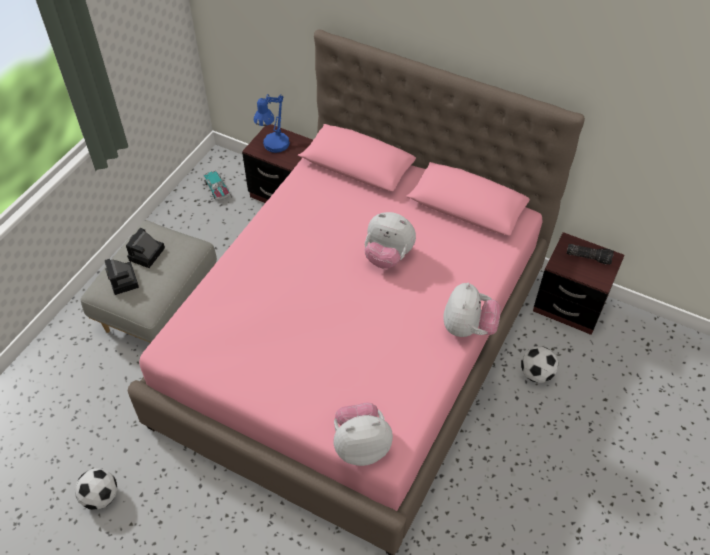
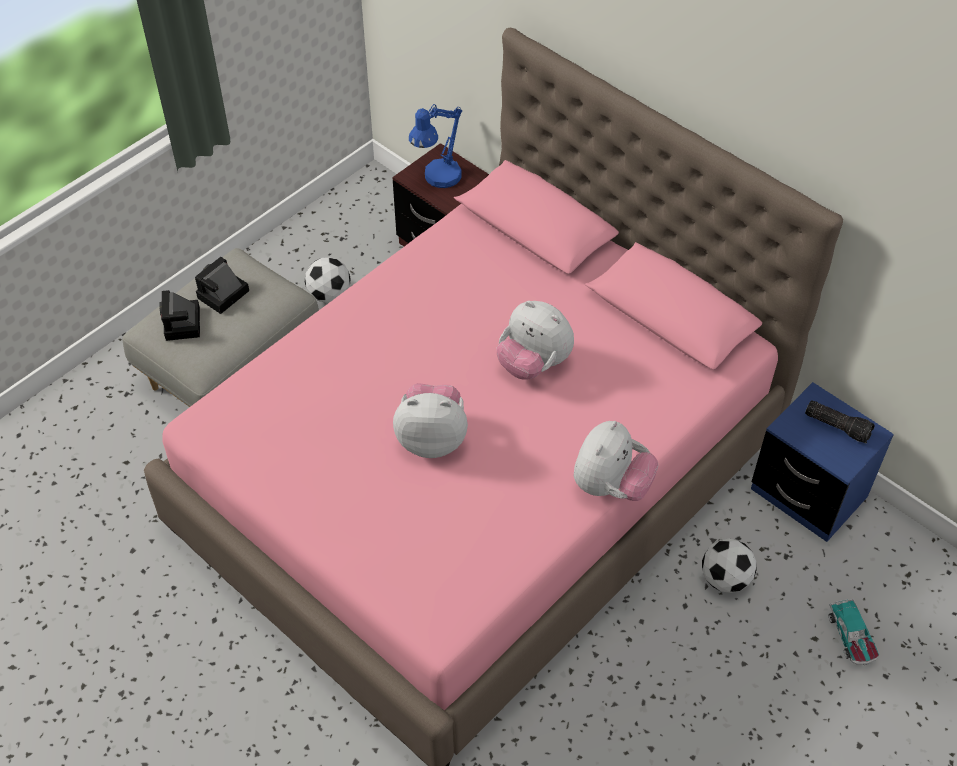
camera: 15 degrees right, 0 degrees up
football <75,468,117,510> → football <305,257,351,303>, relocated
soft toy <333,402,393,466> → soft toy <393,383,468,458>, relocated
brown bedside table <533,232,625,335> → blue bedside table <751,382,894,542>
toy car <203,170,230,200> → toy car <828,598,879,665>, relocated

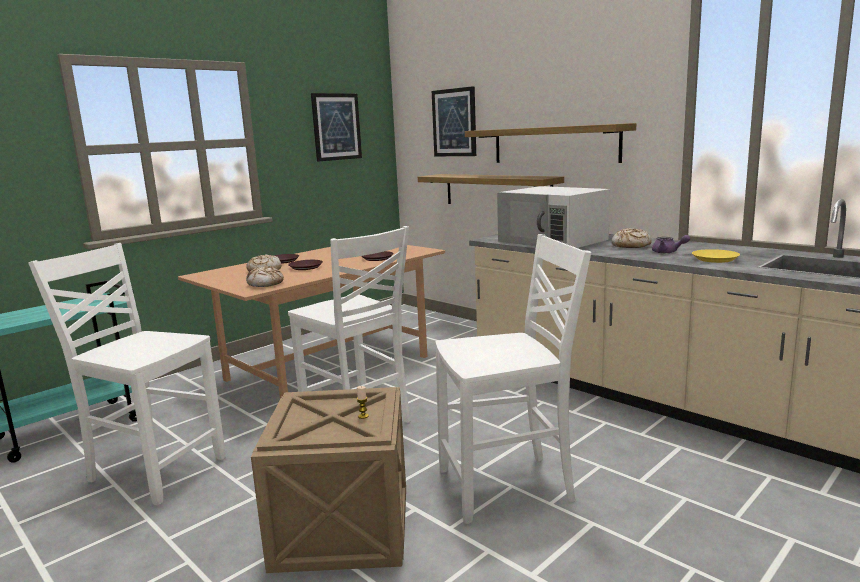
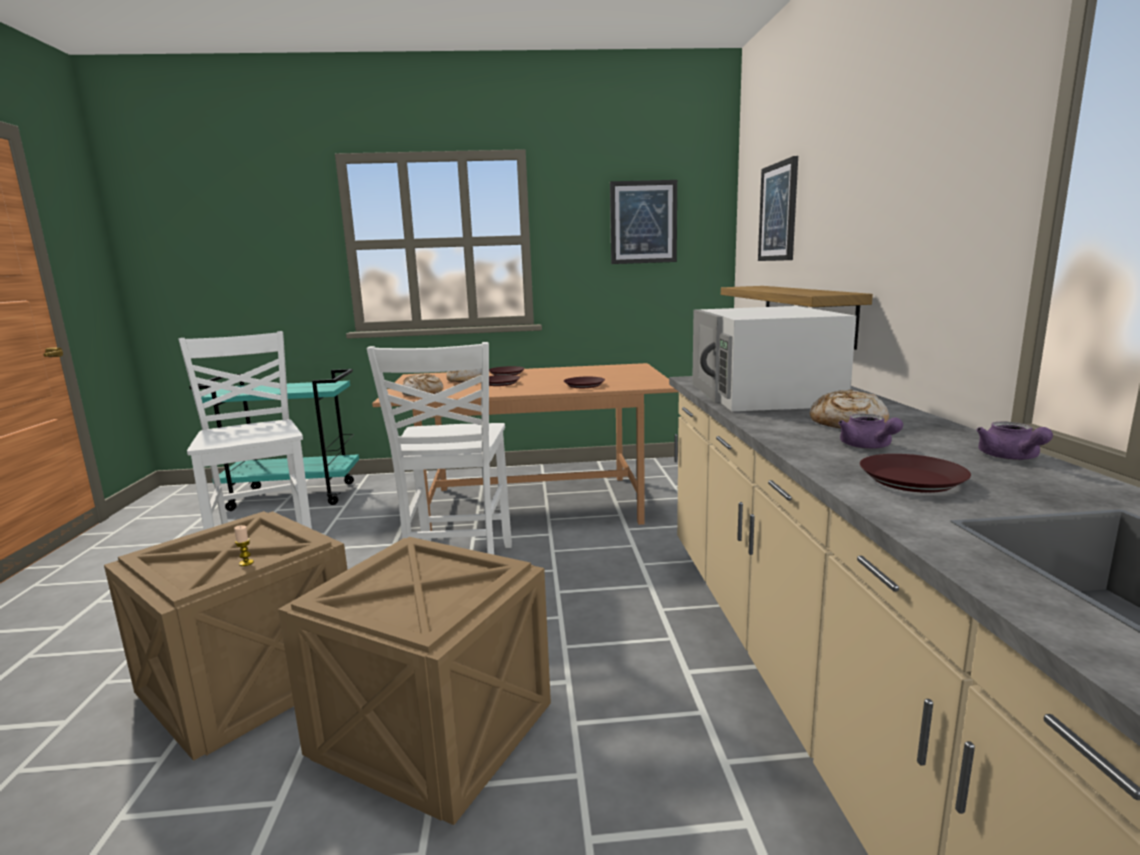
camera: 40 degrees right, 0 degrees up
white-coloured chair <435,234,591,524> → packing crate <278,537,551,825>
yellow flat dish <692,249,740,263> → brown flat dish <860,454,971,493>
- → purple-coloured teapot <976,421,1053,460>
bracket shelf <465,123,636,163> → -

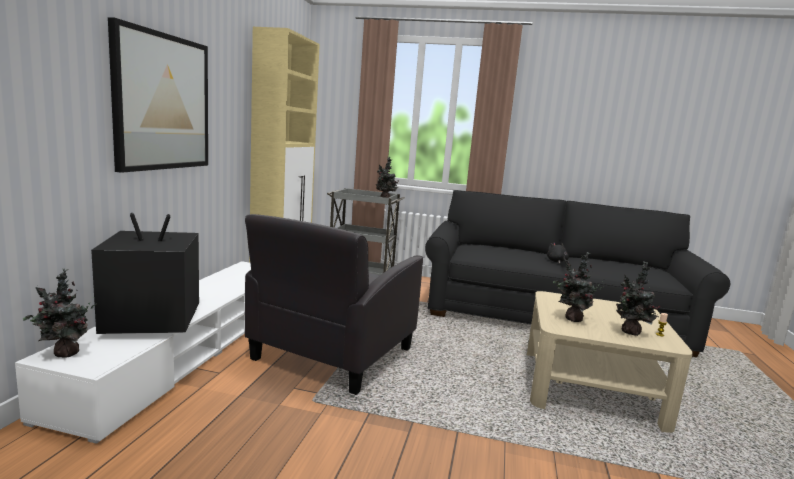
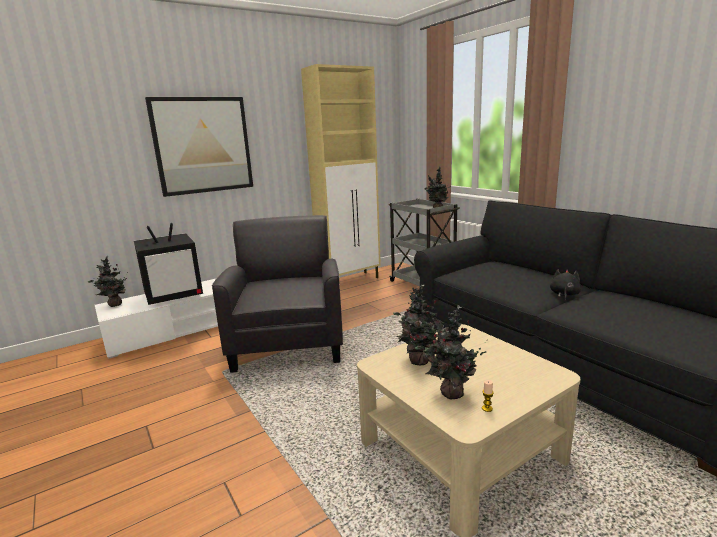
camera: 45 degrees right, 5 degrees up
TV <91,213,199,334> → TV <134,223,203,305>, 120 degrees clockwise
black easy chair <245,214,423,395> → black easy chair <212,215,343,373>, 105 degrees clockwise

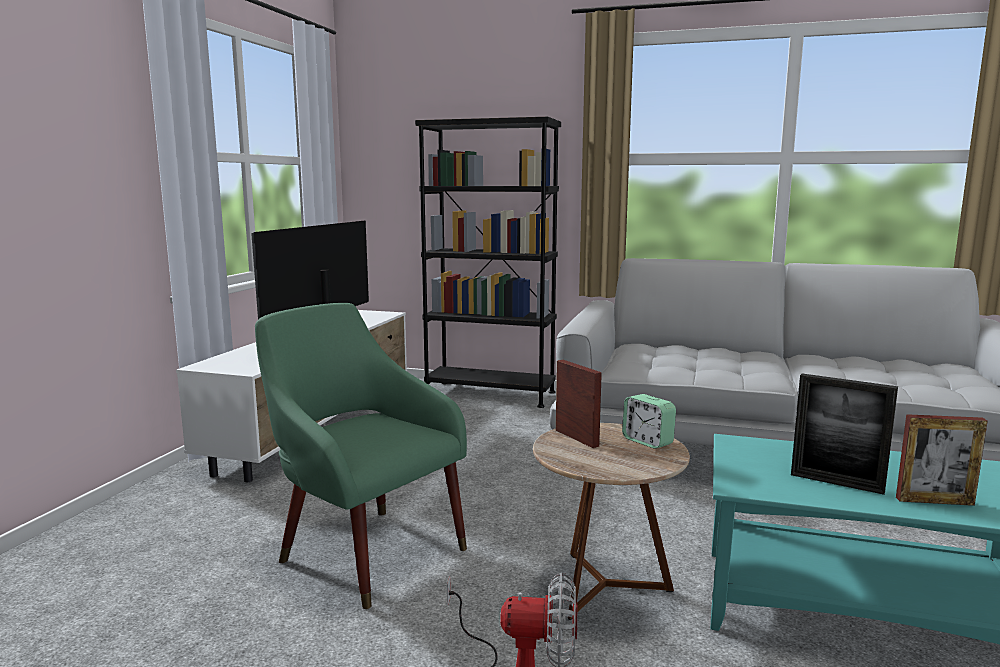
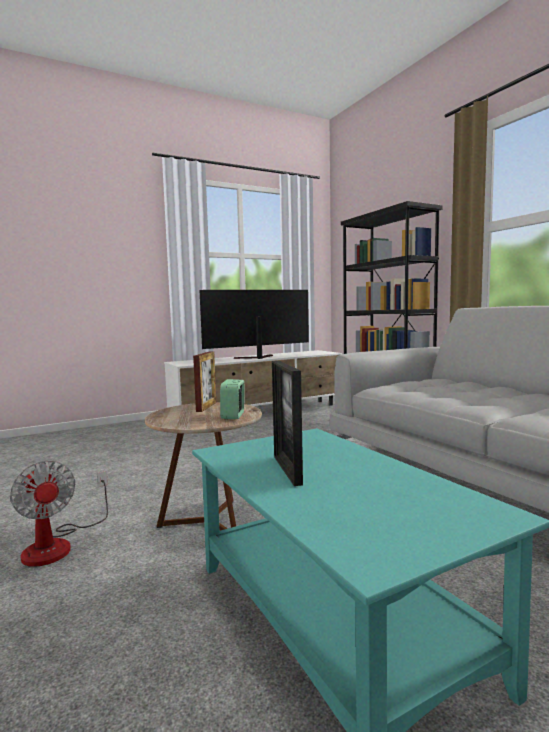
camera: 45 degrees right, 5 degrees down
greenish easy chair <255,303,467,609> → -
standing frame <896,414,988,506> → -

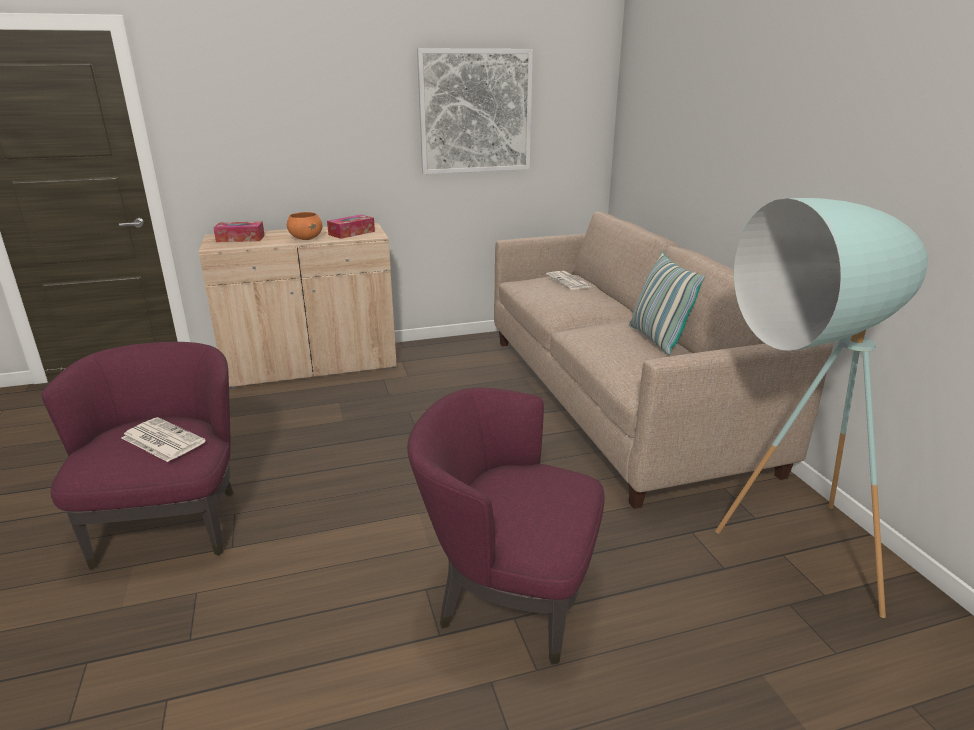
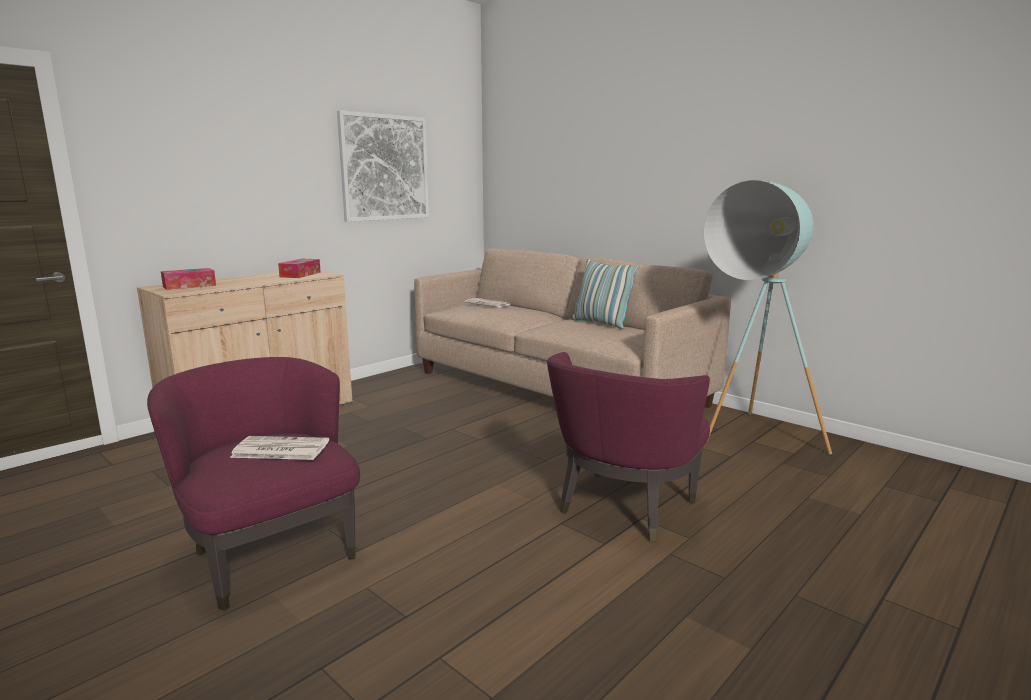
camera: 30 degrees left, 10 degrees down
purple-coloured easy chair <407,388,604,665> → purple-coloured easy chair <547,352,710,541>, 45 degrees counterclockwise
orange deep dish <287,212,322,240> → -

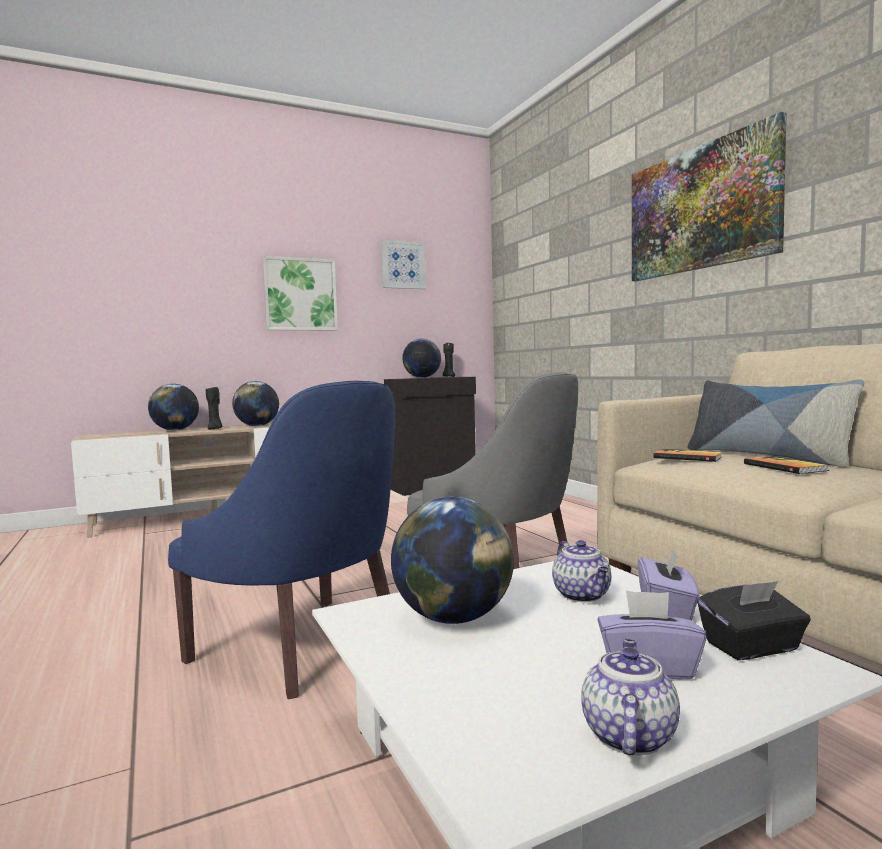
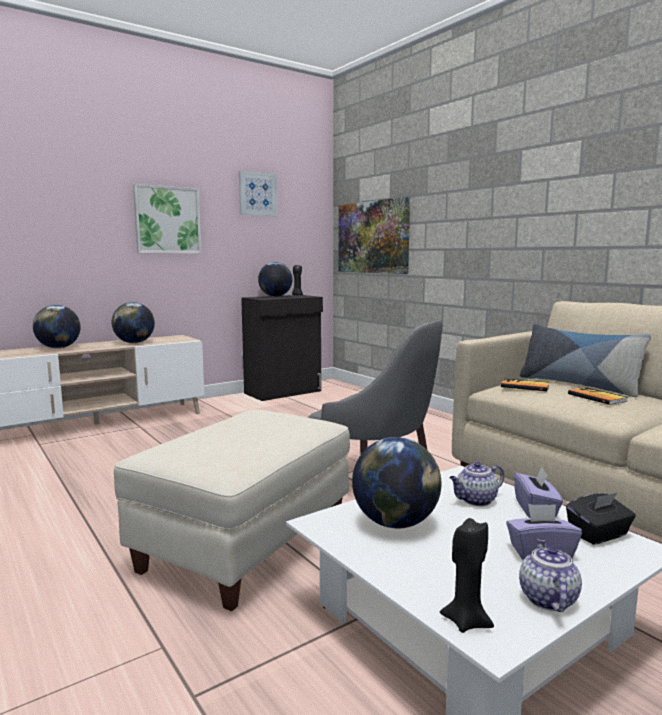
camera: 10 degrees left, 5 degrees up
blue easy chair <168,381,395,699> → sand-coloured ottoman <114,409,350,611>
wall art <632,112,787,281> → wall art <338,197,410,274>, relocated
black candle <206,387,222,430> → black candle <440,518,494,633>, relocated
teapot <552,540,611,602> → teapot <449,462,504,506>, 90 degrees clockwise

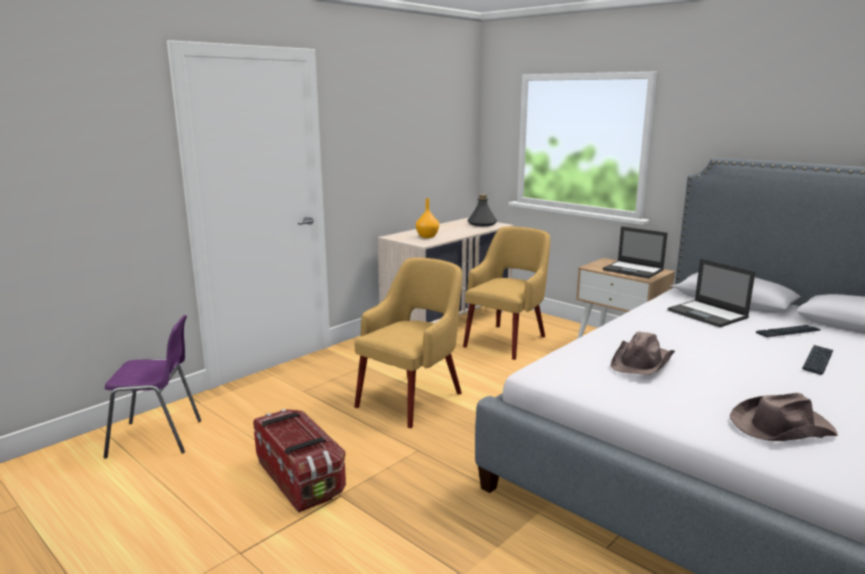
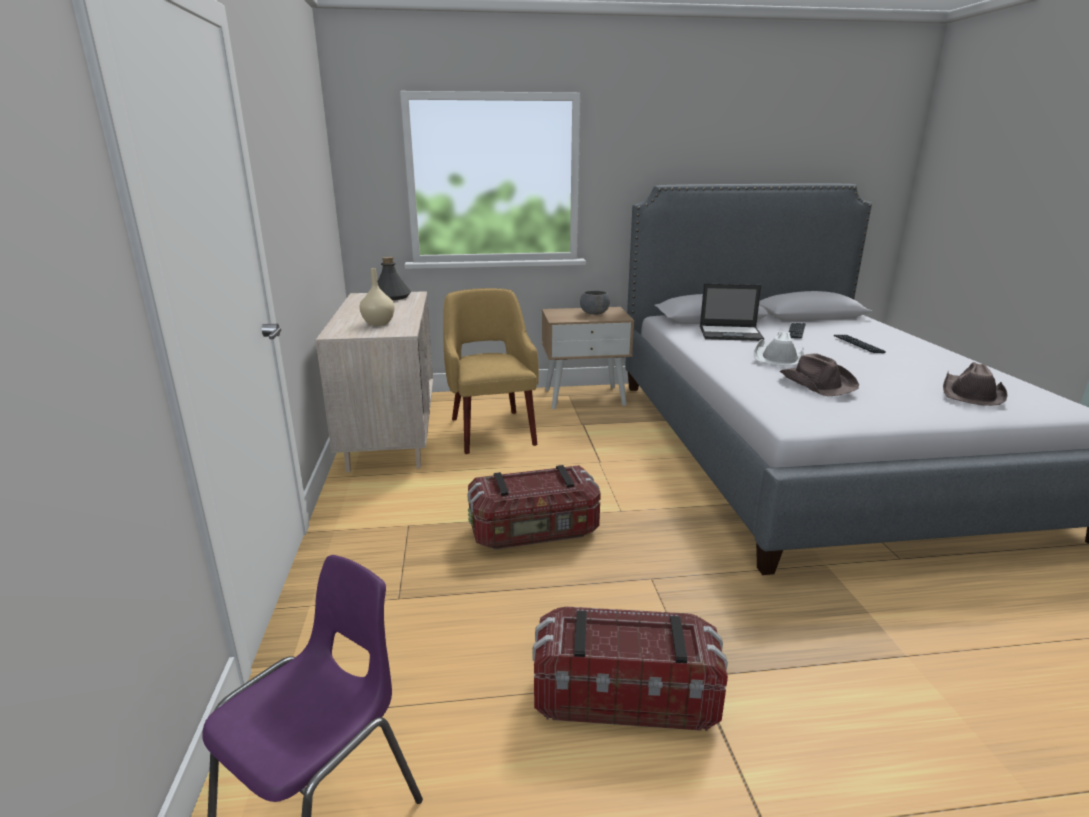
camera: 50 degrees left, 5 degrees up
orange flower vase <416,198,439,238> → sand-coloured flower vase <360,268,395,326>
yellow easy chair <354,258,462,428> → storage container <467,465,601,550>
laptop <603,226,667,279> → greyish deep dish <580,291,610,315>
- → white-coloured clothing hat <754,331,804,366>

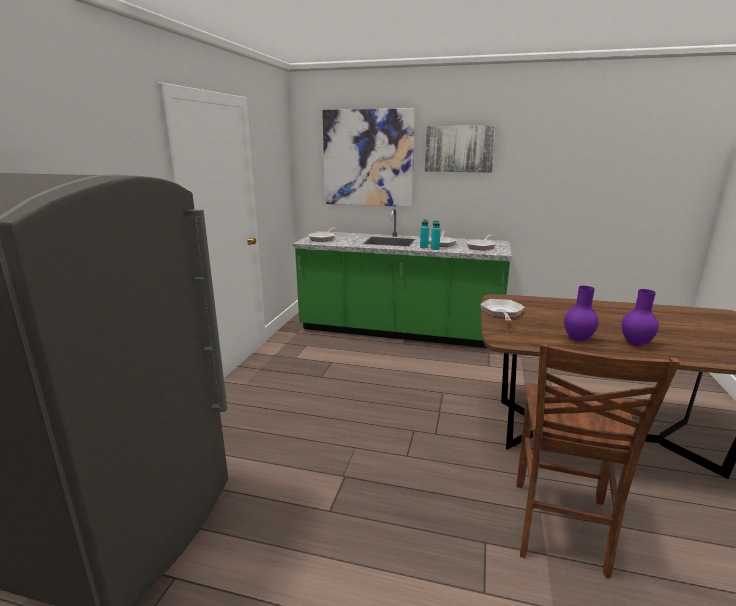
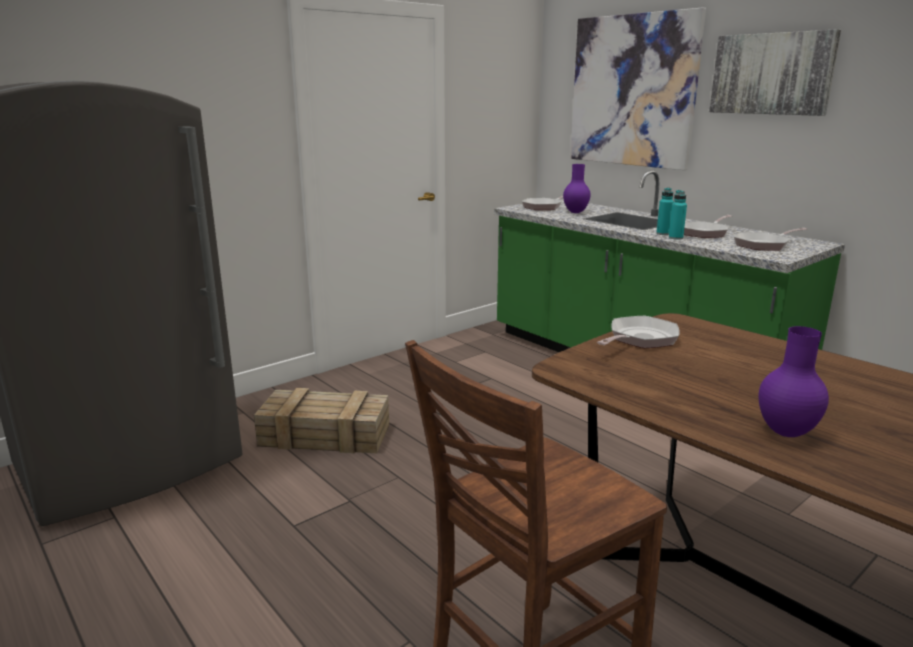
camera: 35 degrees right, 0 degrees up
- → packing crate <254,388,389,454>
purple-coloured flower vase <564,286,599,341> → purple-coloured flower vase <563,164,591,213>, relocated

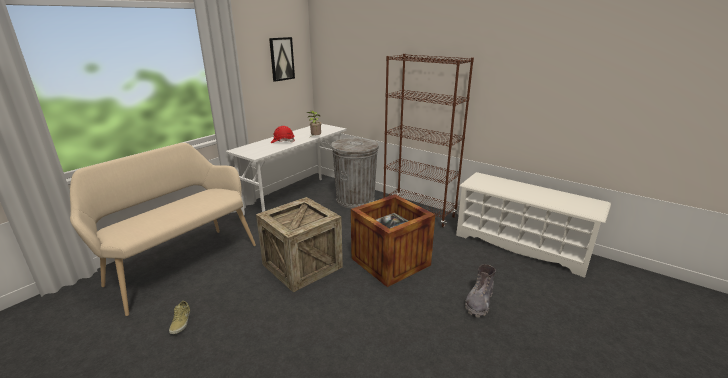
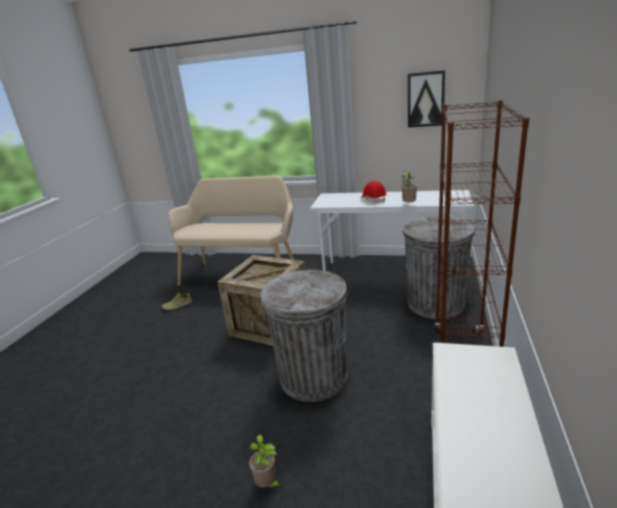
camera: 70 degrees right, 0 degrees up
greyish boot <465,264,496,318> → potted plant <249,434,282,489>
packing crate <351,194,435,287> → greyish waste bin <261,270,348,402>

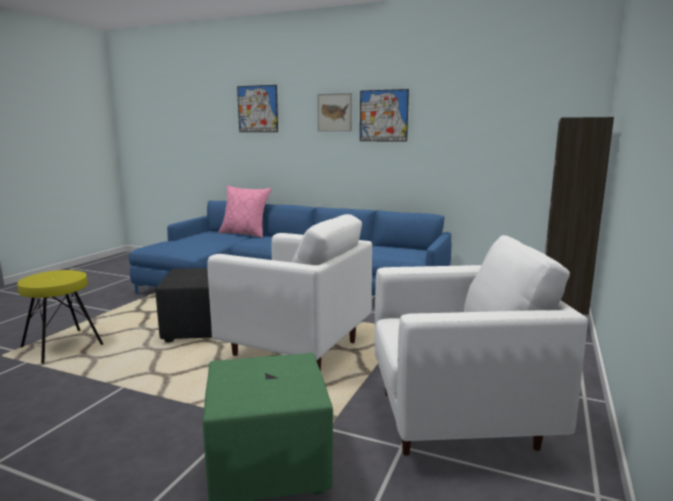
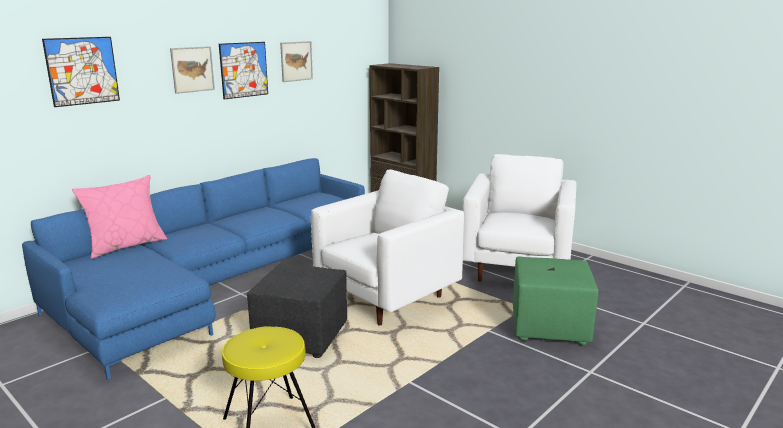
camera: 70 degrees left, 5 degrees up
- → wall art <280,41,313,82>

